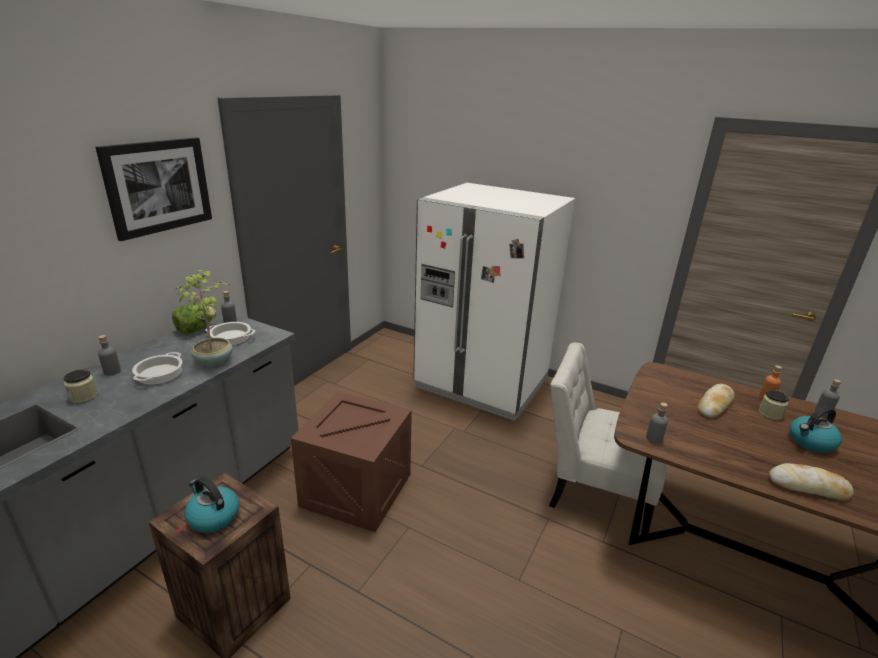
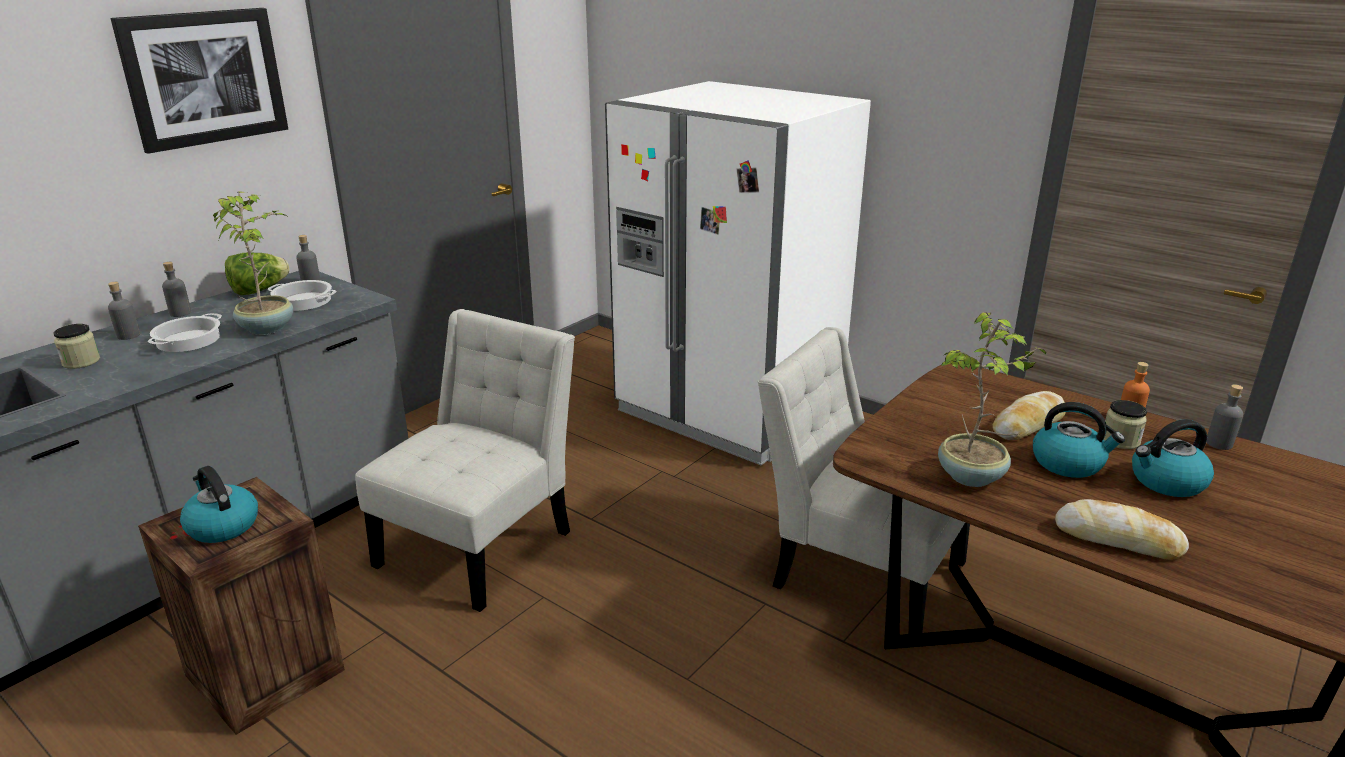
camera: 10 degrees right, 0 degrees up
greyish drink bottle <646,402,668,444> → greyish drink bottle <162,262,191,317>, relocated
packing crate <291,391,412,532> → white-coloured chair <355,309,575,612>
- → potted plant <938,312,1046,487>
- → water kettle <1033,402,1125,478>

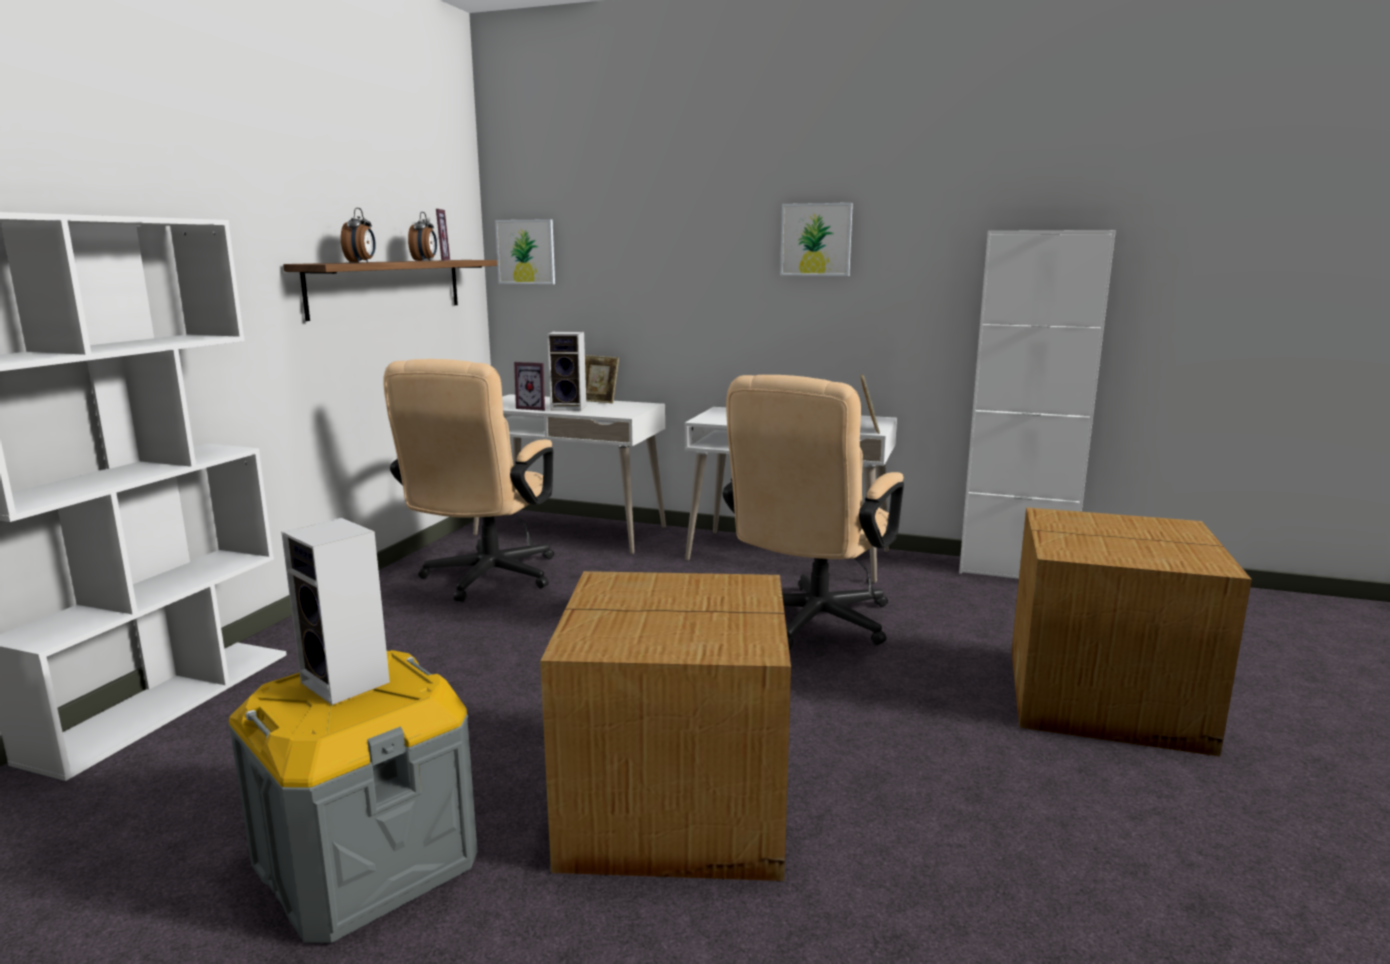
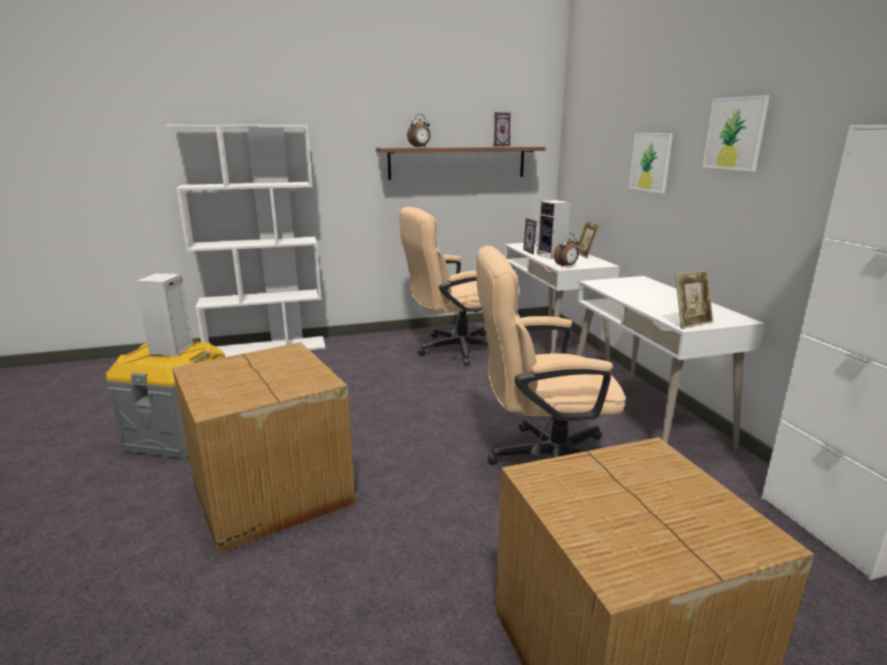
camera: 55 degrees right, 5 degrees up
table clock <408,212,437,261> → table clock <554,233,579,267>, relocated
wall art <495,219,555,284> → wall art <629,133,673,194>, relocated

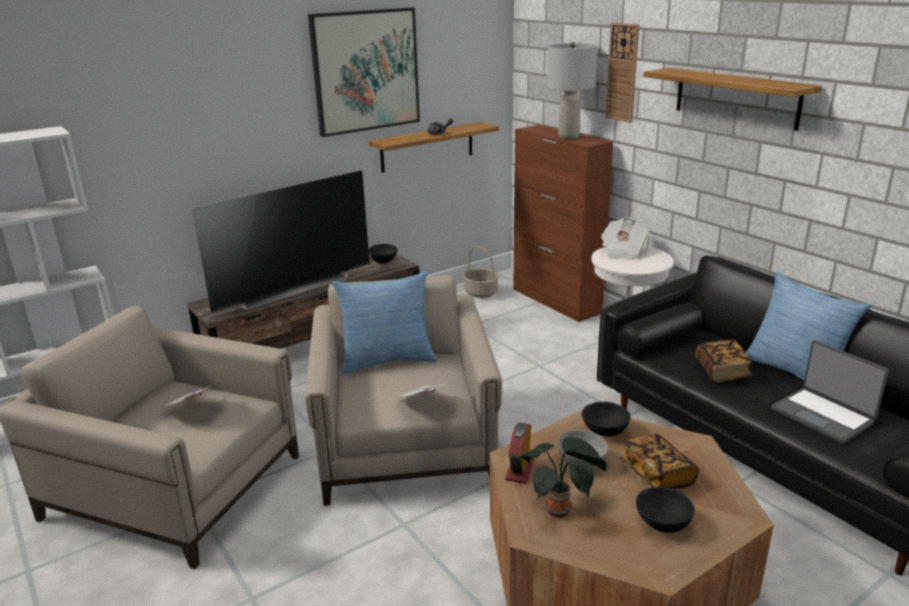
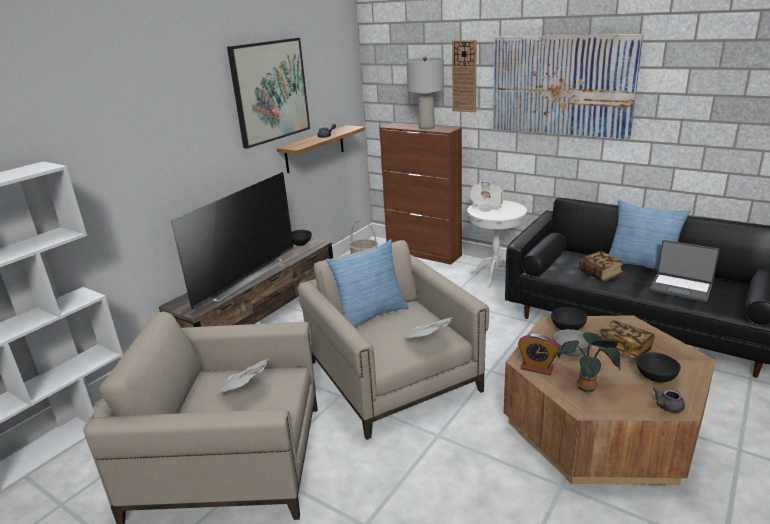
camera: 20 degrees left, 0 degrees up
bracket shelf <643,68,822,131> → wall art <493,34,644,139>
table clock <505,423,534,483> → table clock <518,334,559,375>, 60 degrees counterclockwise
- → greyish teapot <653,387,685,413>

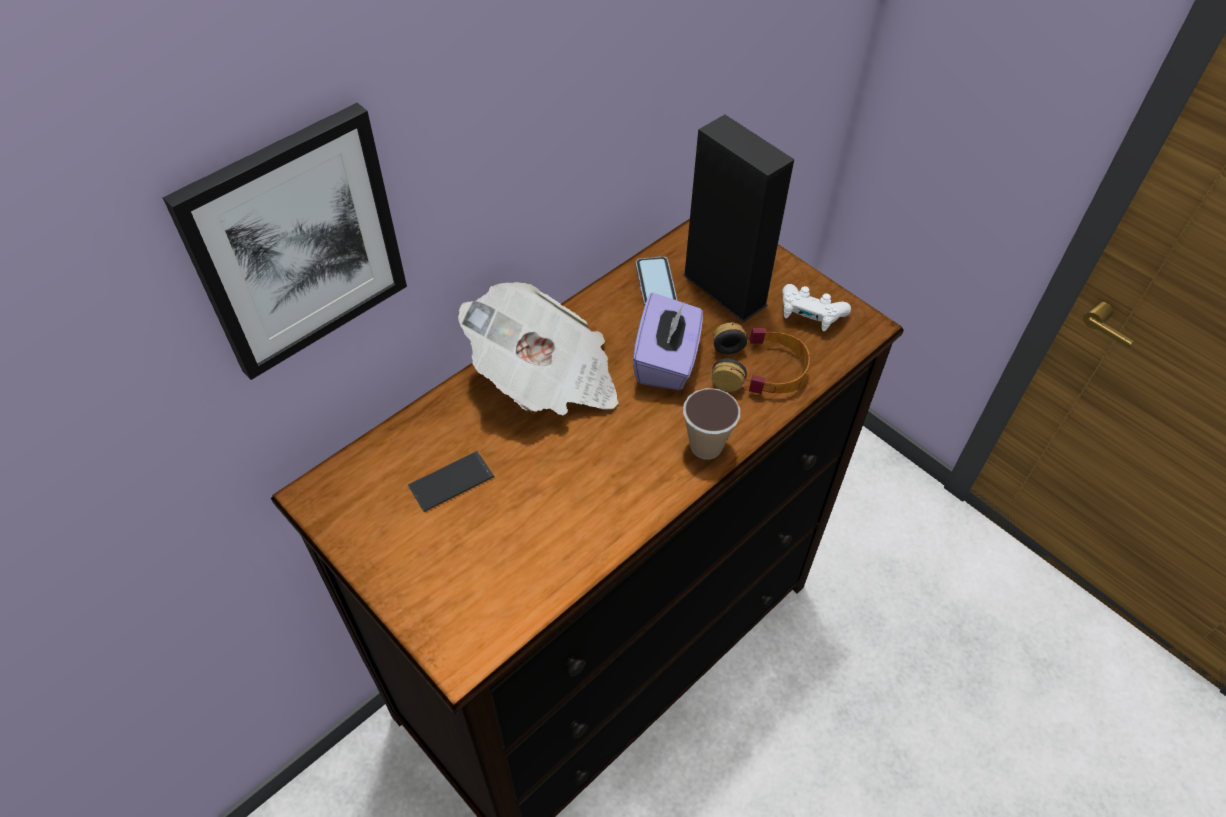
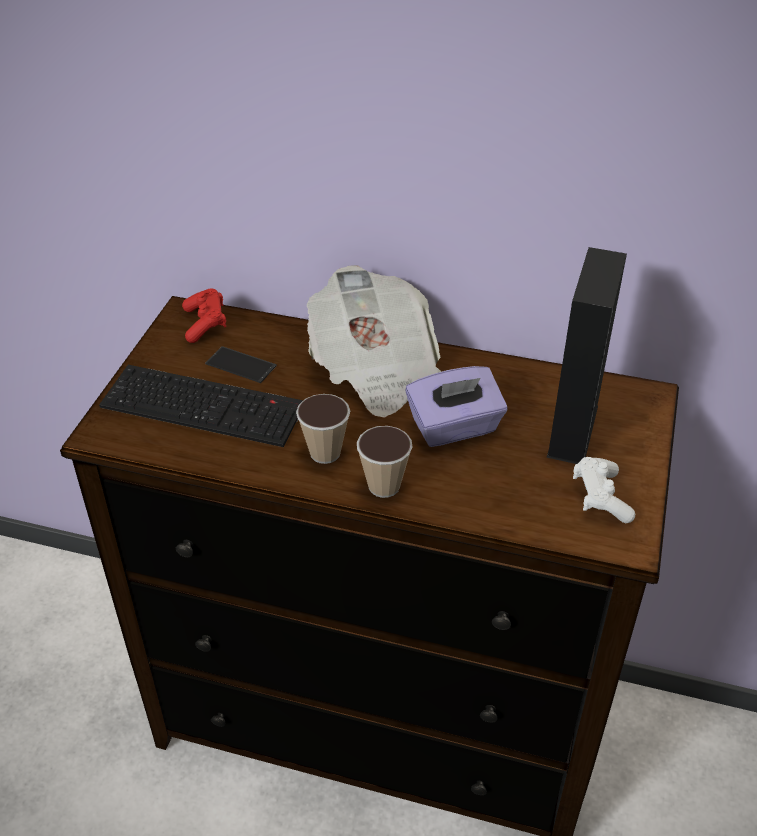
camera: 60 degrees right, 10 degrees down
- → keyboard <99,365,303,447>
- → reddish joypad <182,289,226,343>
- → drinking cup <296,394,350,464>
wall art <163,103,407,380> → -
handset <636,257,677,306> → -
headset <712,323,810,394> → -

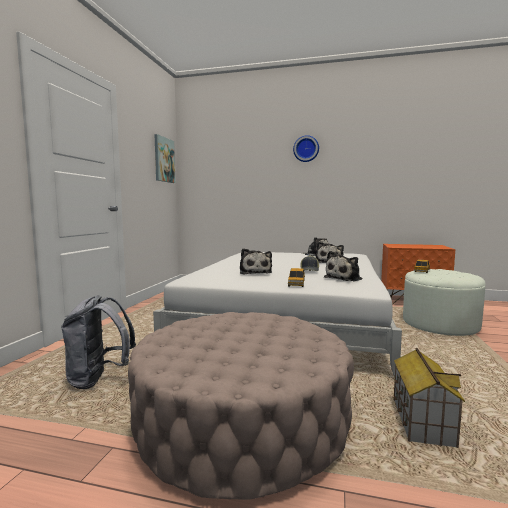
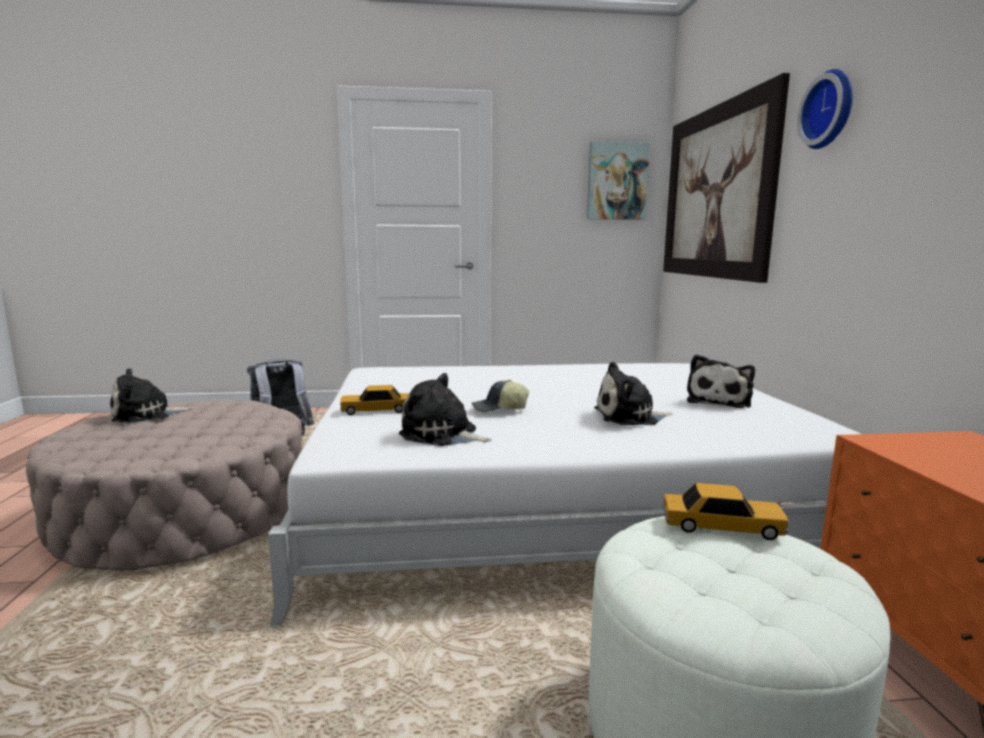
camera: 70 degrees right, 5 degrees up
soft toy <240,248,272,275> → soft toy <110,368,193,423>, relocated
- → wall art <663,73,790,283>
toy house <393,348,465,448> → -

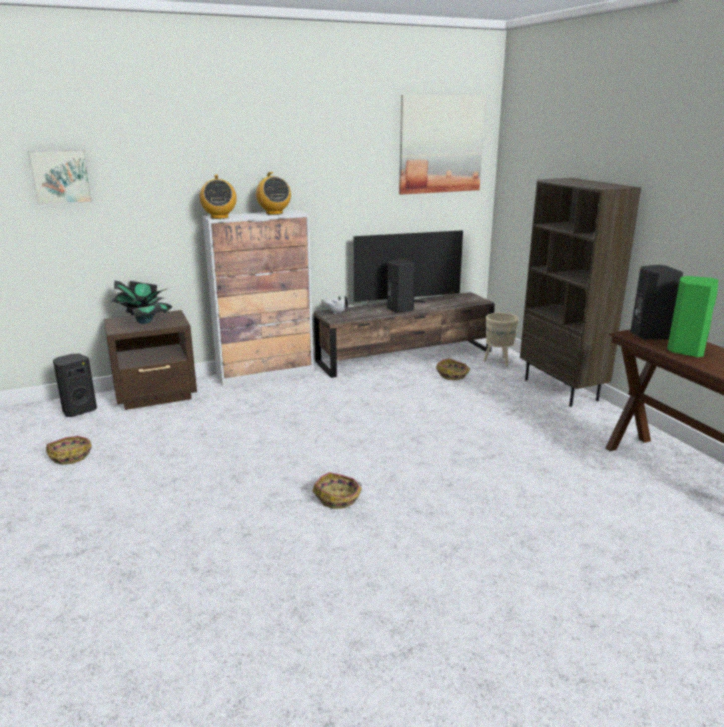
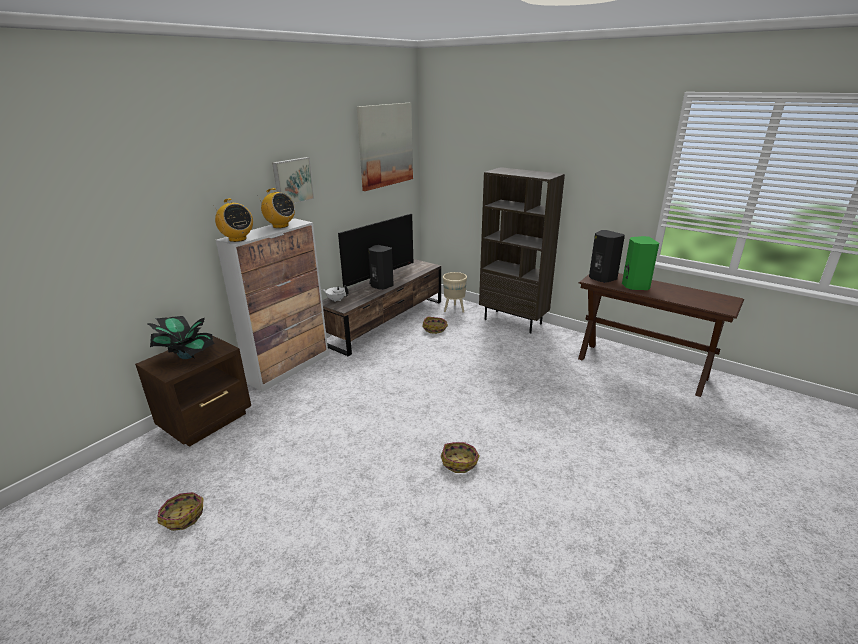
camera: 30 degrees left, 5 degrees up
wall art <27,149,93,205> → wall art <272,157,314,204>, relocated
black speaker <53,354,97,417> → -

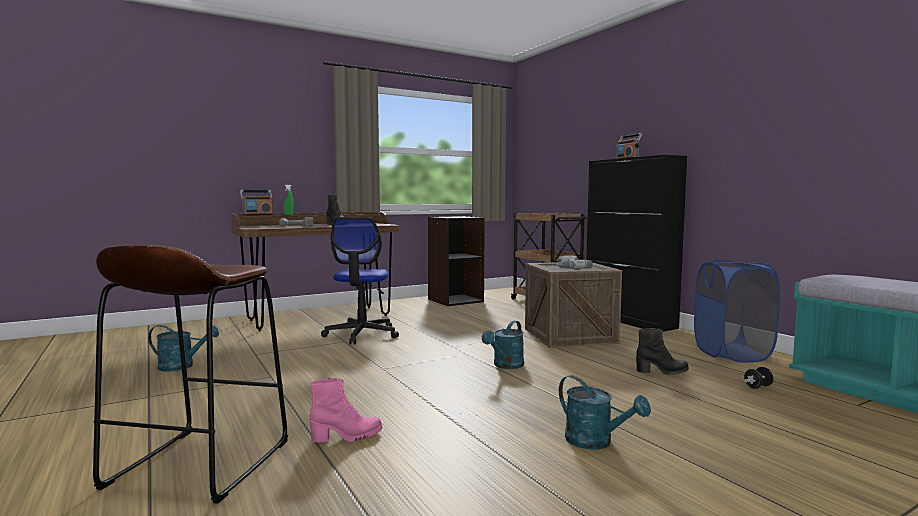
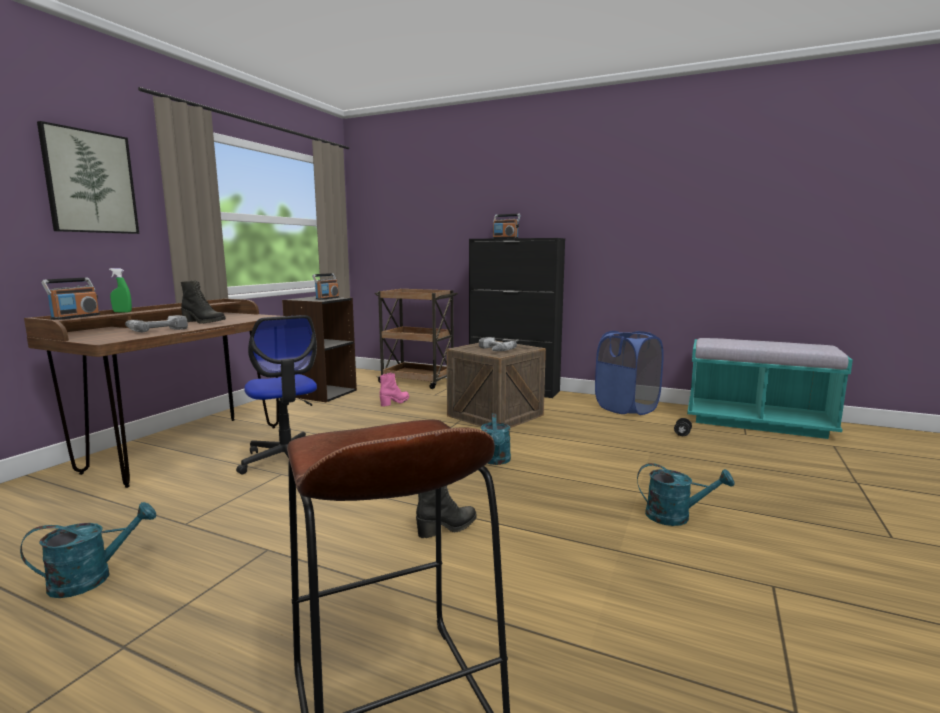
camera: 35 degrees left, 5 degrees up
- → wall art <37,121,139,234>
- → radio set <312,273,339,300>
pink boot <310,378,382,442> → pink boot <380,373,409,407>, relocated
black boot <636,328,689,375> → black boot <416,486,476,538>, relocated

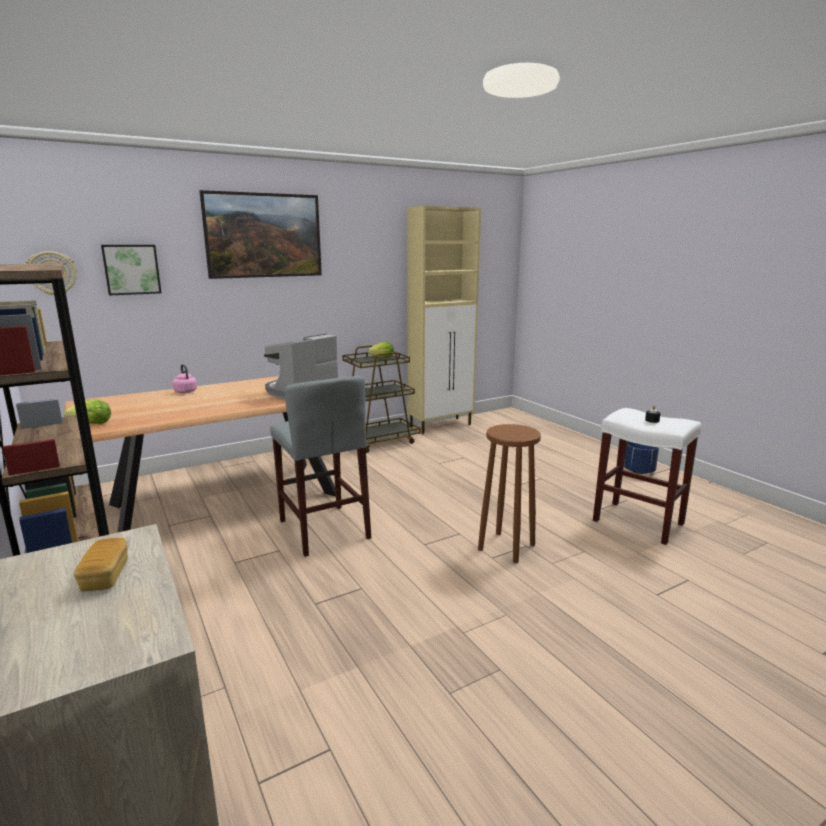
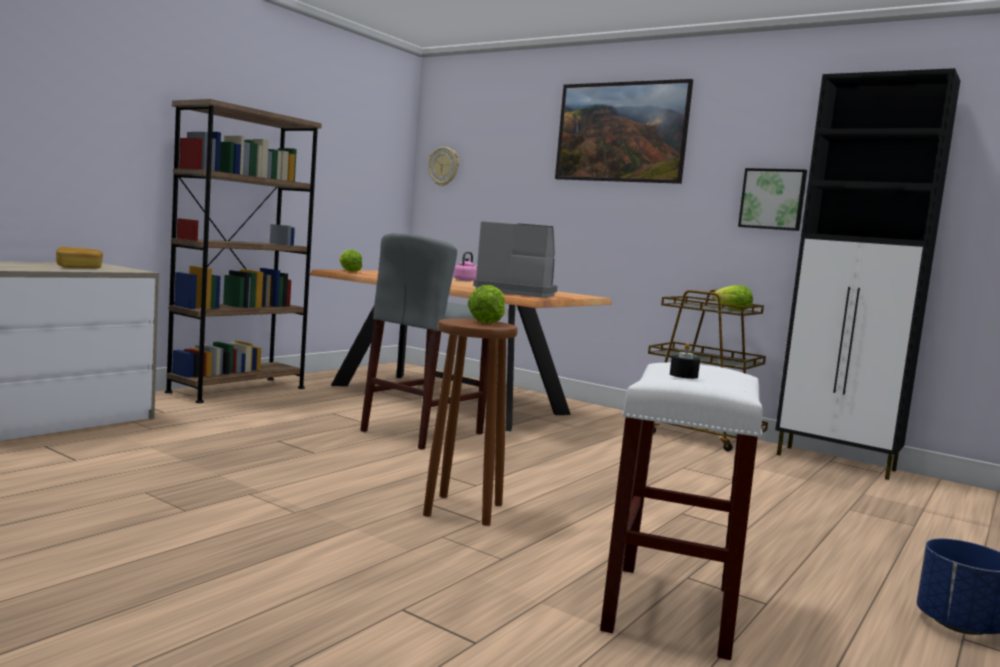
camera: 65 degrees right, 10 degrees down
- → lettuce <467,285,505,323>
wall art <101,245,161,296> → wall art <738,168,807,231>, relocated
sand-coloured cupboard <407,206,481,434> → black cupboard <775,68,960,480>

